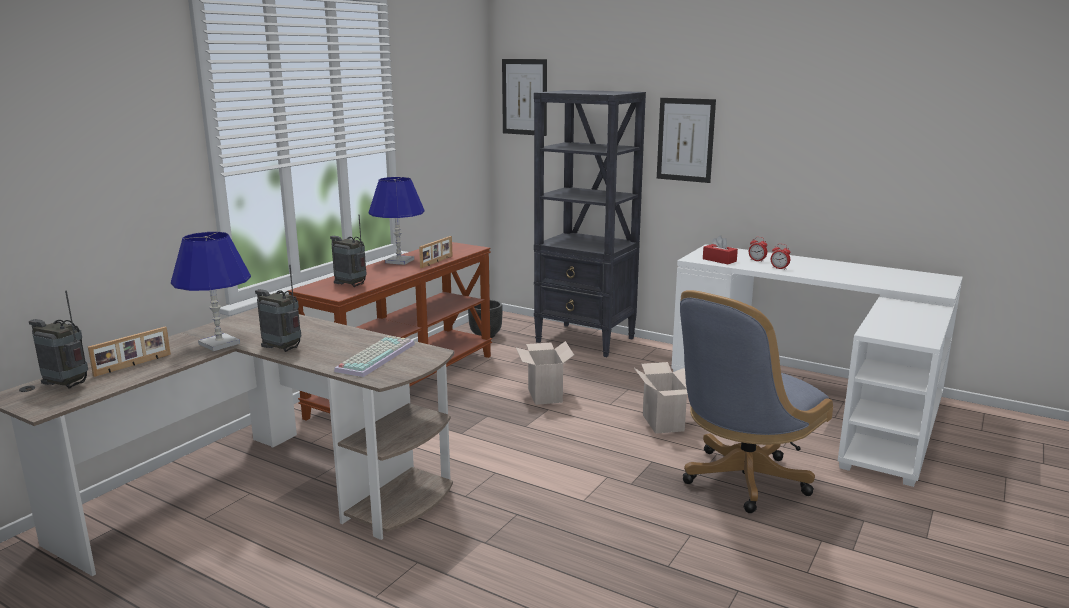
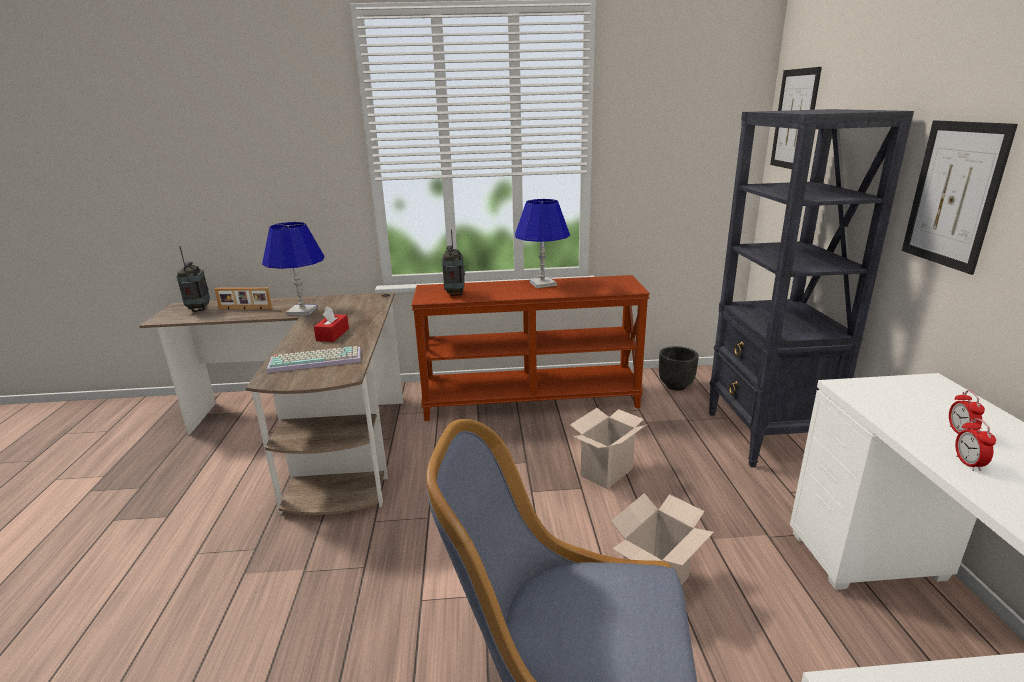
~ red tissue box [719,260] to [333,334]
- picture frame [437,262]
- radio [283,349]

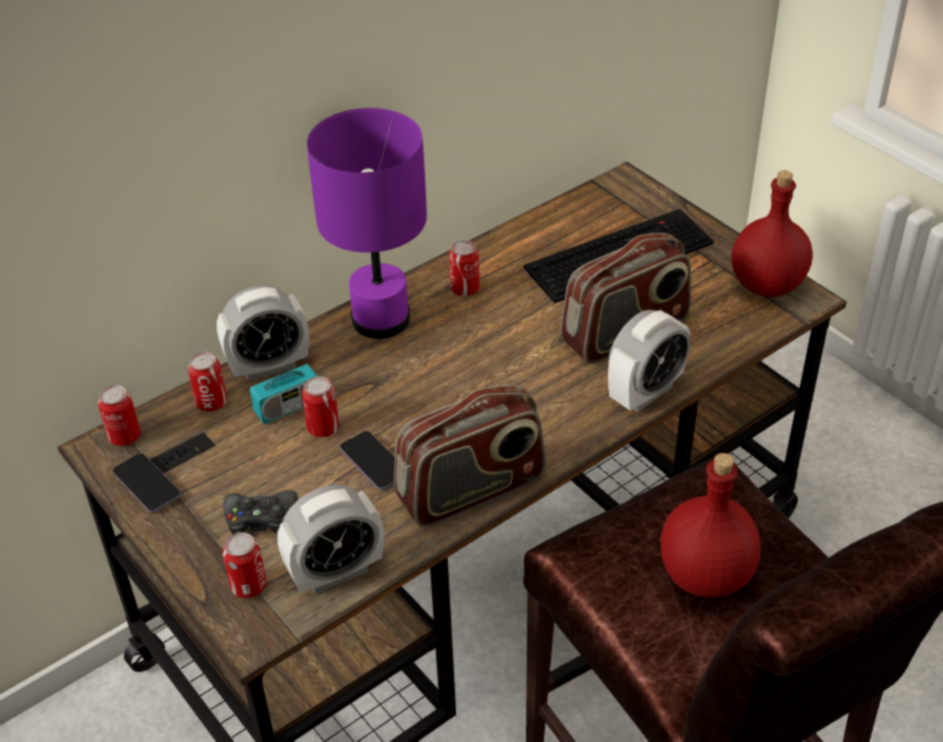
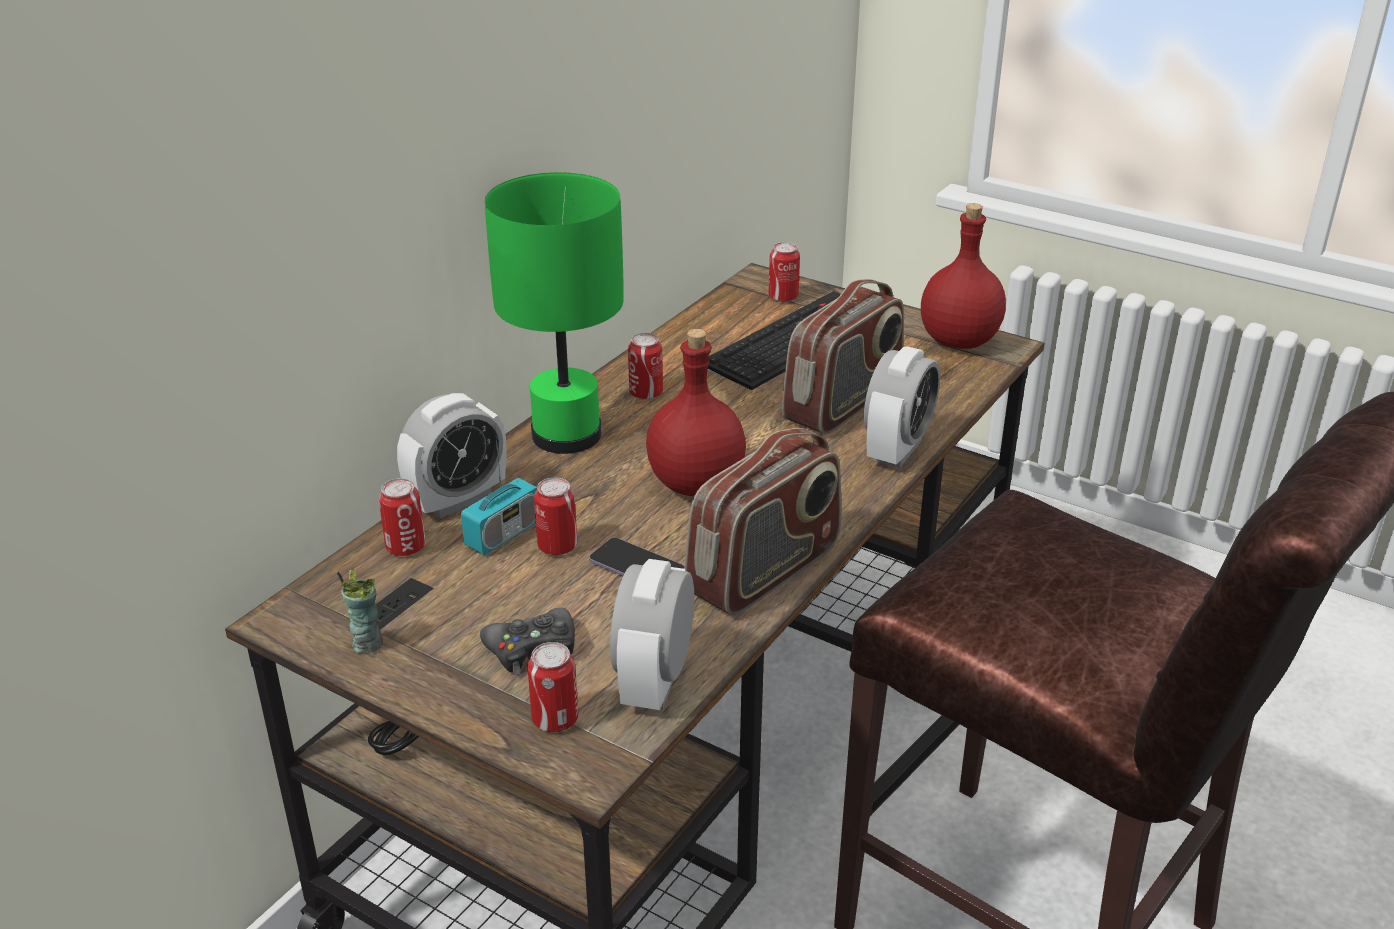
~ purple table lamp [379,320] to green table lamp [565,436]
~ can [124,436] to [783,297]
~ phone [147,485] to cup [367,643]
~ red bottle [707,575] to [697,483]
~ alarm clock [336,572] = [654,682] 150 degrees clockwise

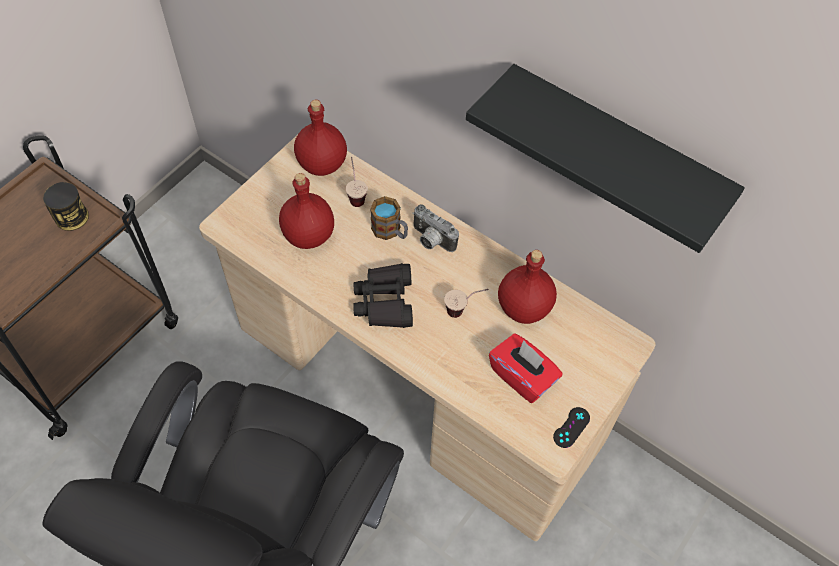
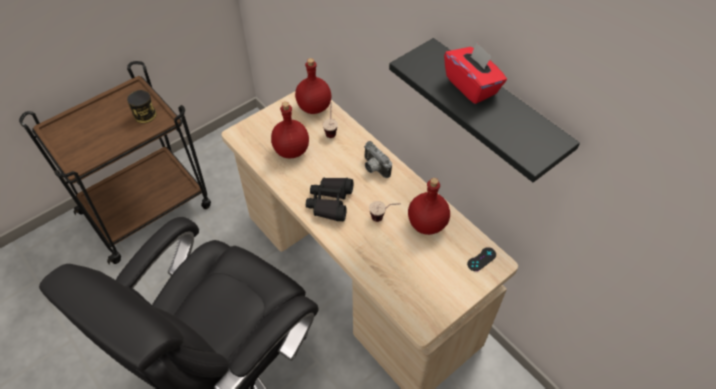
- mug [390,231]
~ red tissue box [522,377] to [471,86]
~ black game controller [571,427] to [481,259]

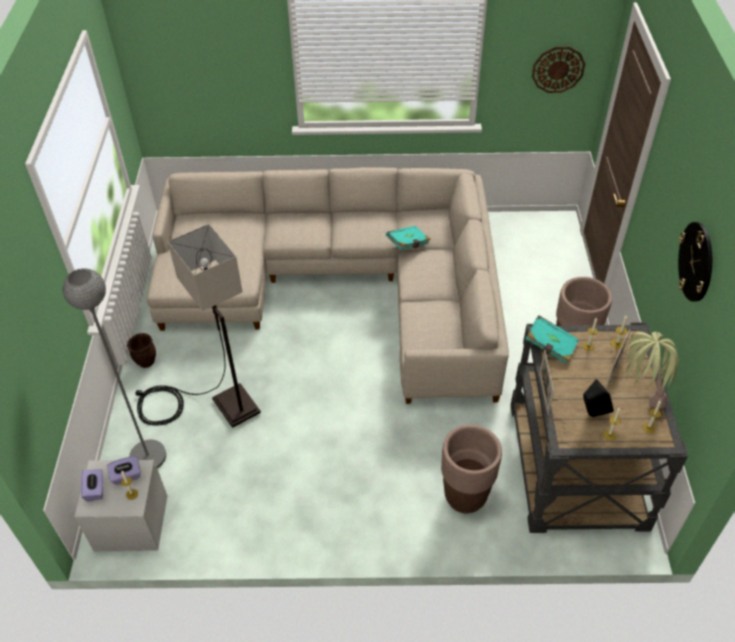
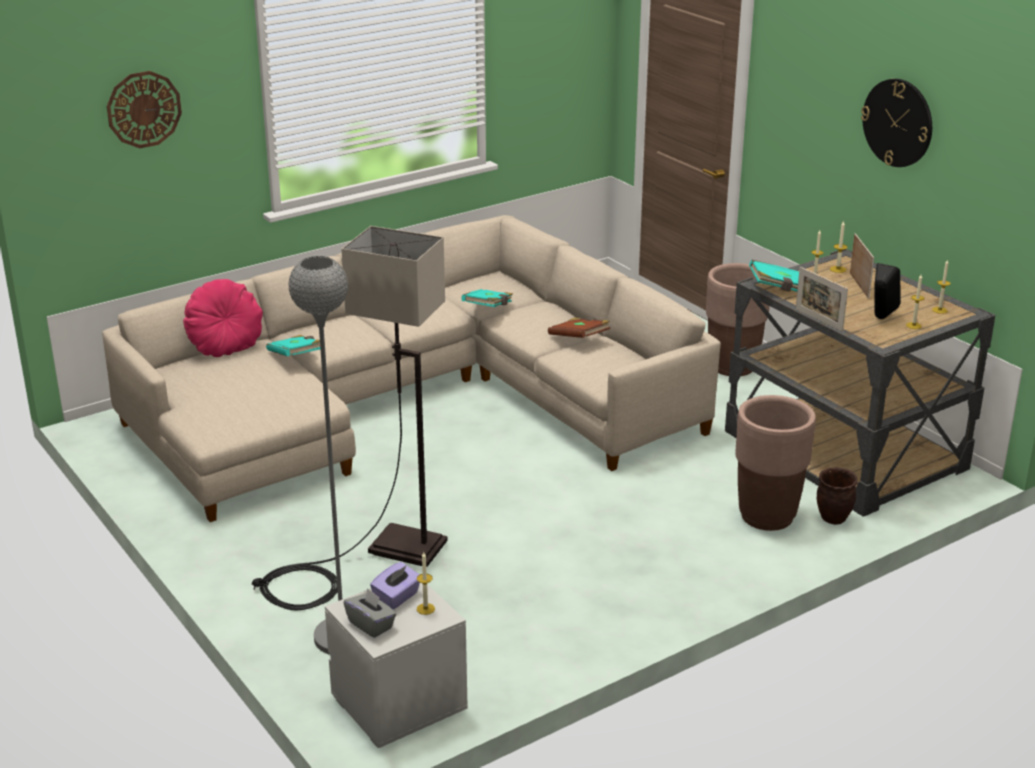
~ wall clock [558,69] to [144,109]
- potted plant [638,395]
~ brown planter [146,362] to [832,518]
~ purple tissue box [95,490] to grey tissue box [371,625]
+ pink pillow [226,350]
+ brown book [579,338]
+ turquoise book [295,357]

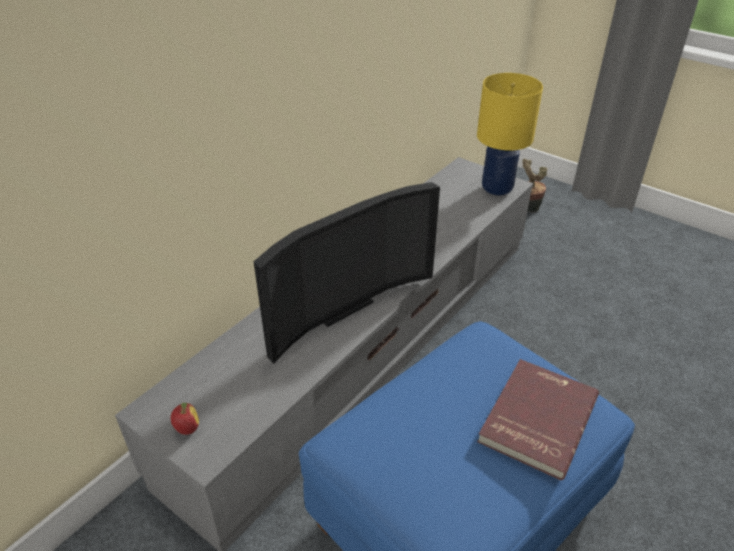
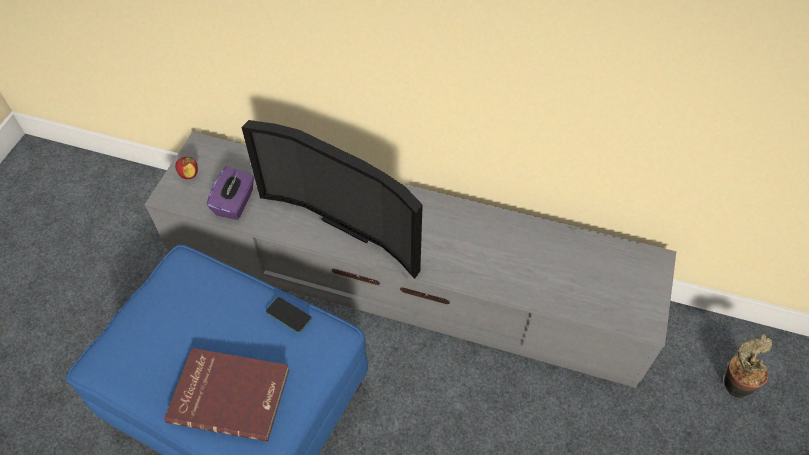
- yellow table lamp [497,190]
+ purple tissue box [235,203]
+ phone [288,315]

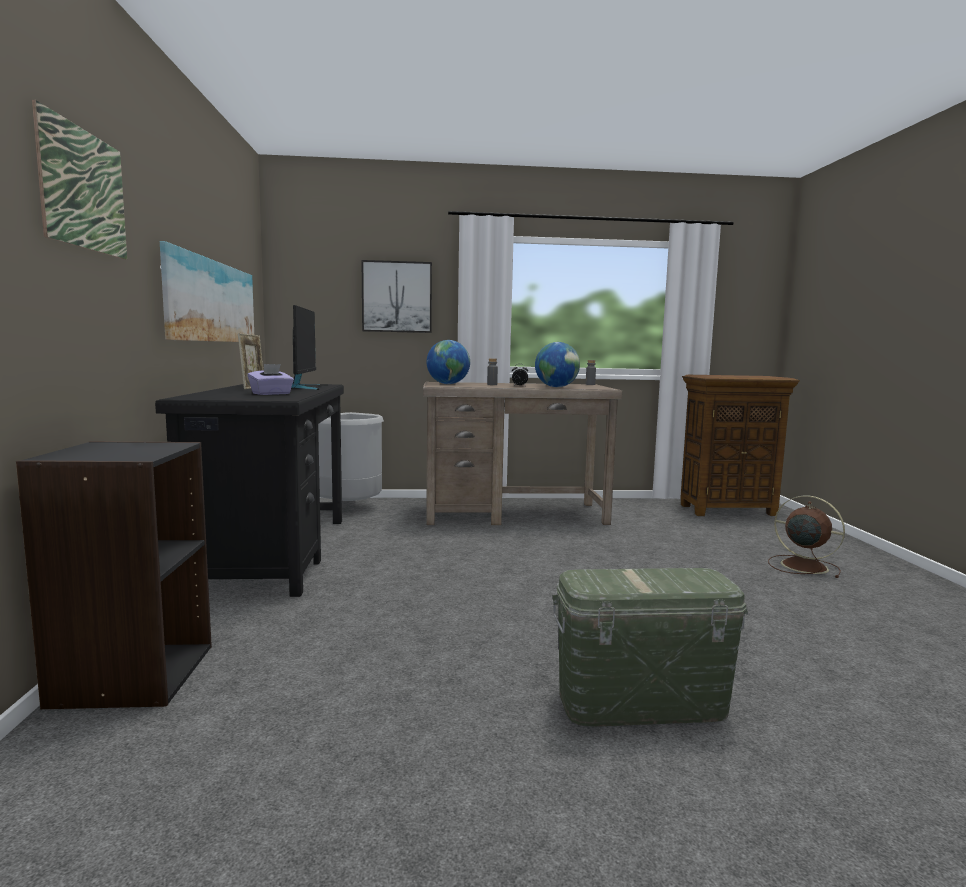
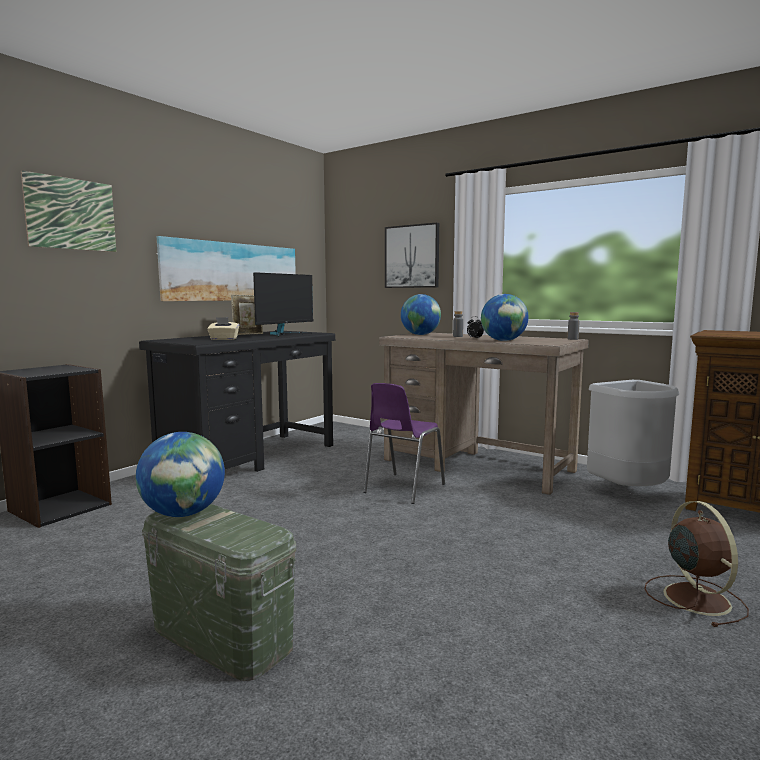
~ purple tissue box [271,394] to beige tissue box [223,339]
~ grey trash can [352,508] to [628,493]
+ purple chair [402,489]
+ globe [184,514]

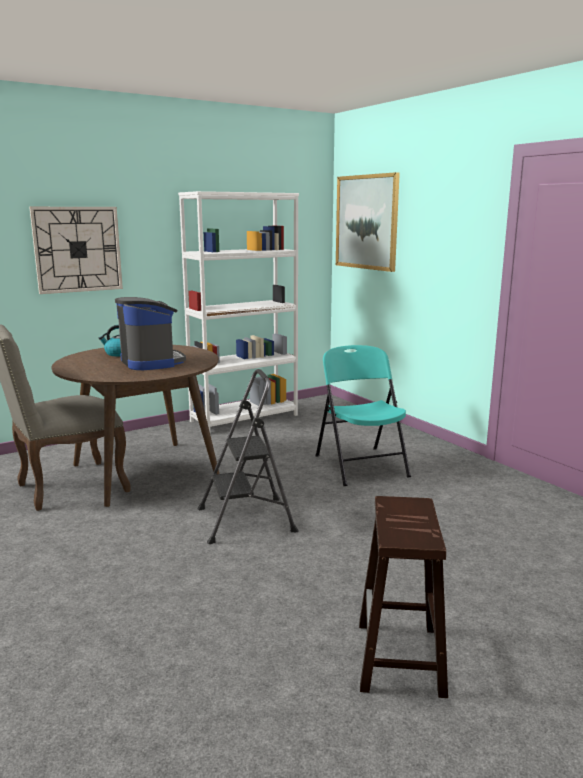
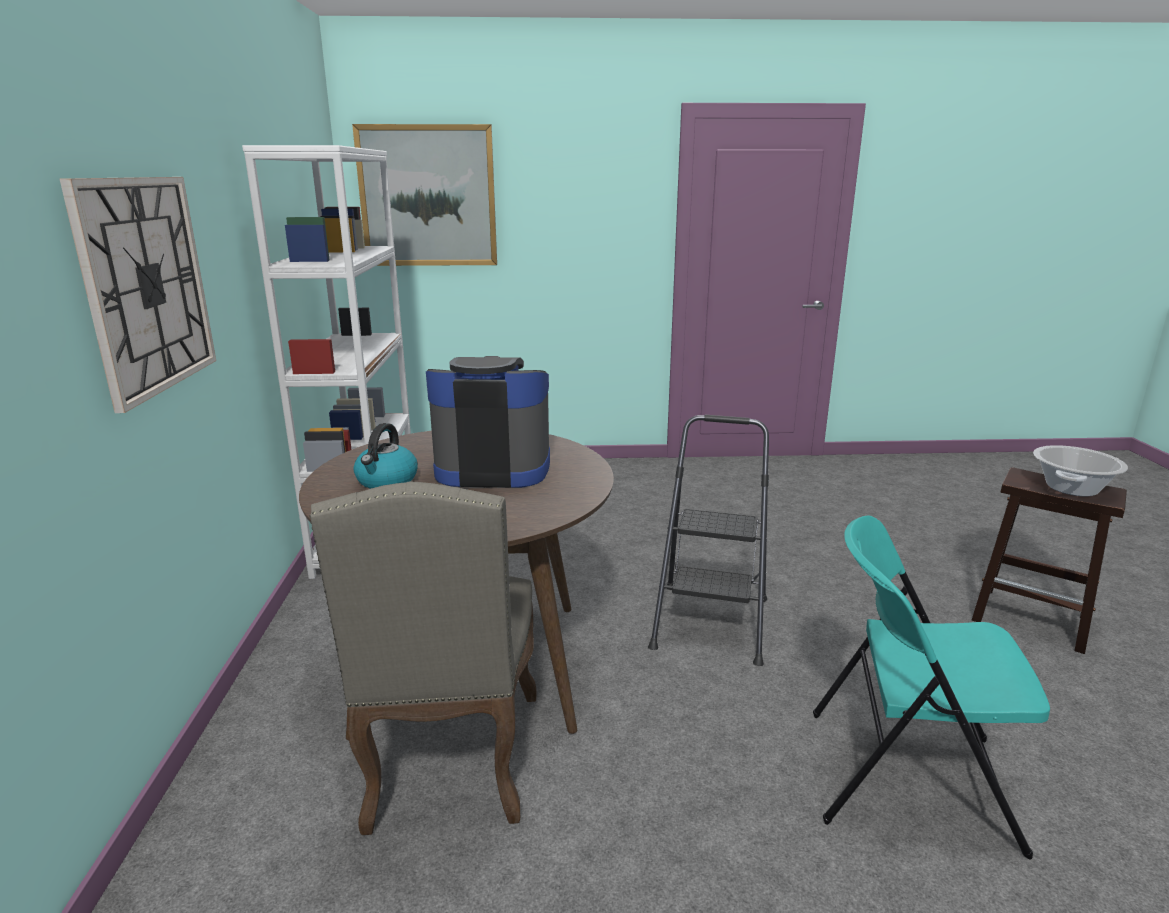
~ turquoise chair [361,466] to [908,776]
+ cooking pot [1071,488]

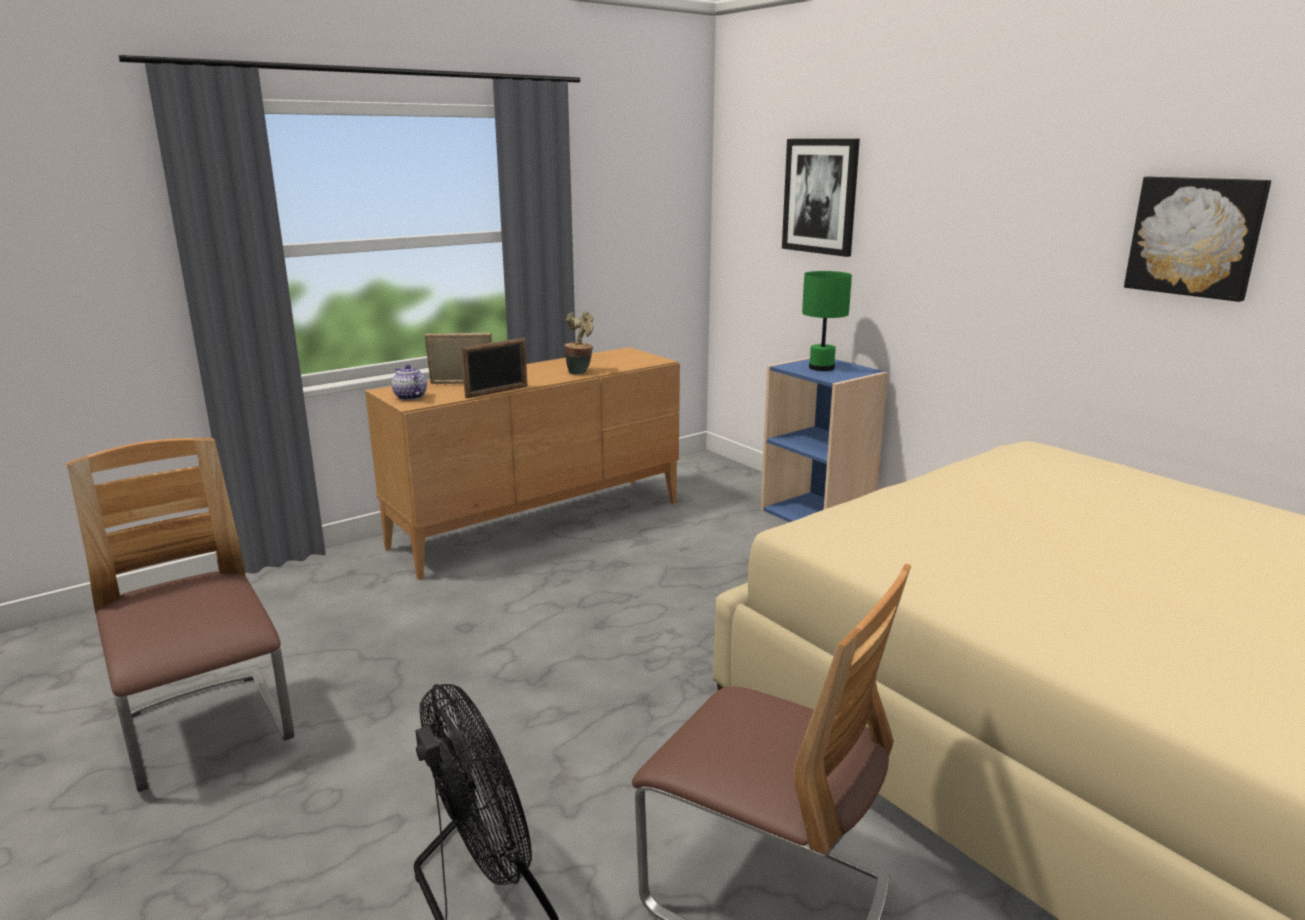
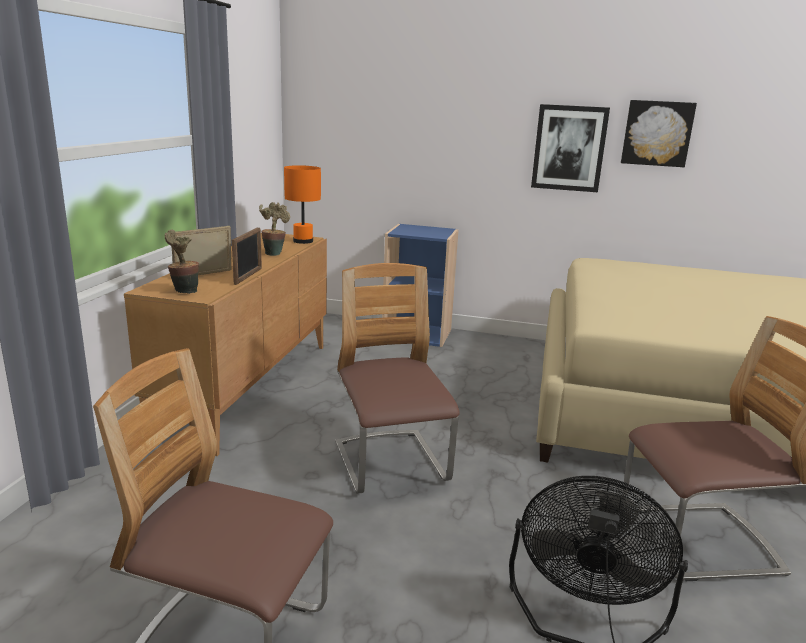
~ picture [820,196] to [569,148]
- green table lamp [822,368]
~ teapot [409,397] to potted plant [183,291]
+ orange table lamp [303,241]
+ chair [390,464]

